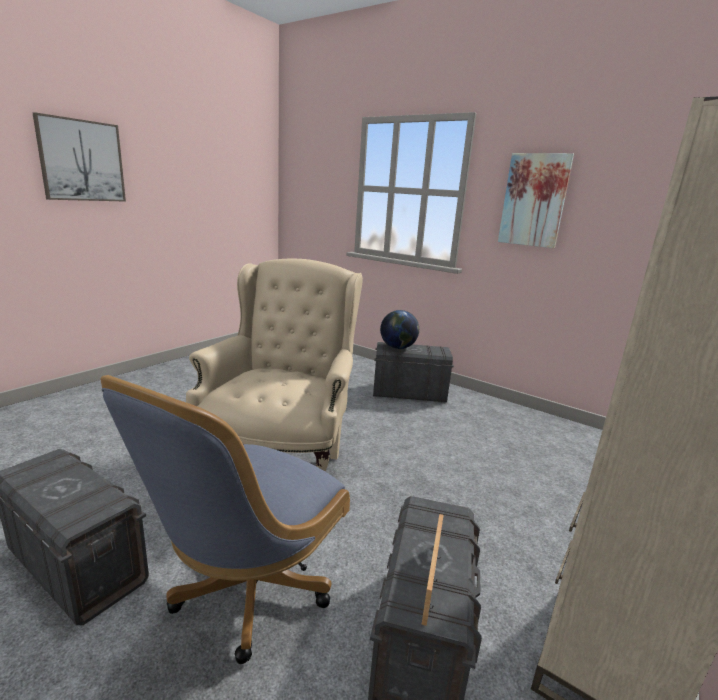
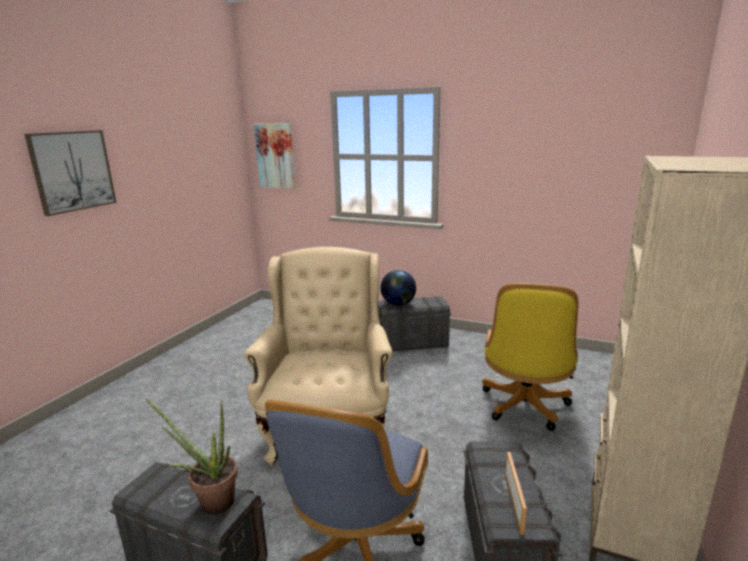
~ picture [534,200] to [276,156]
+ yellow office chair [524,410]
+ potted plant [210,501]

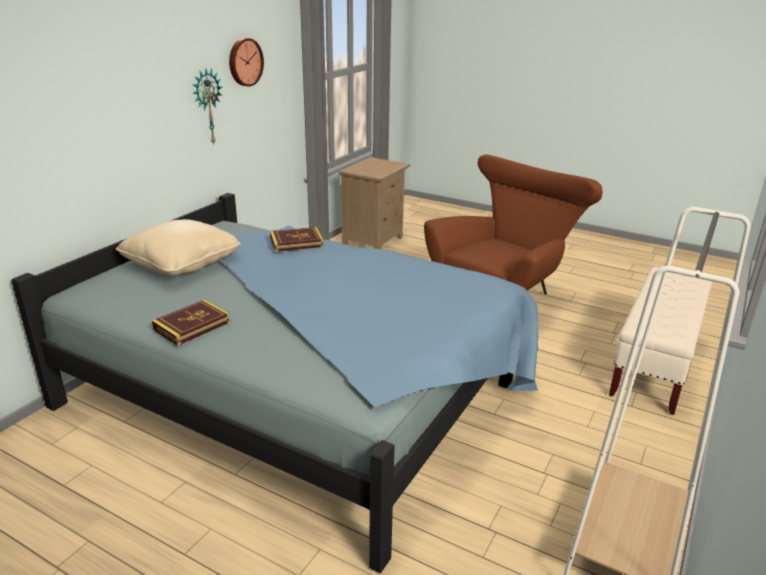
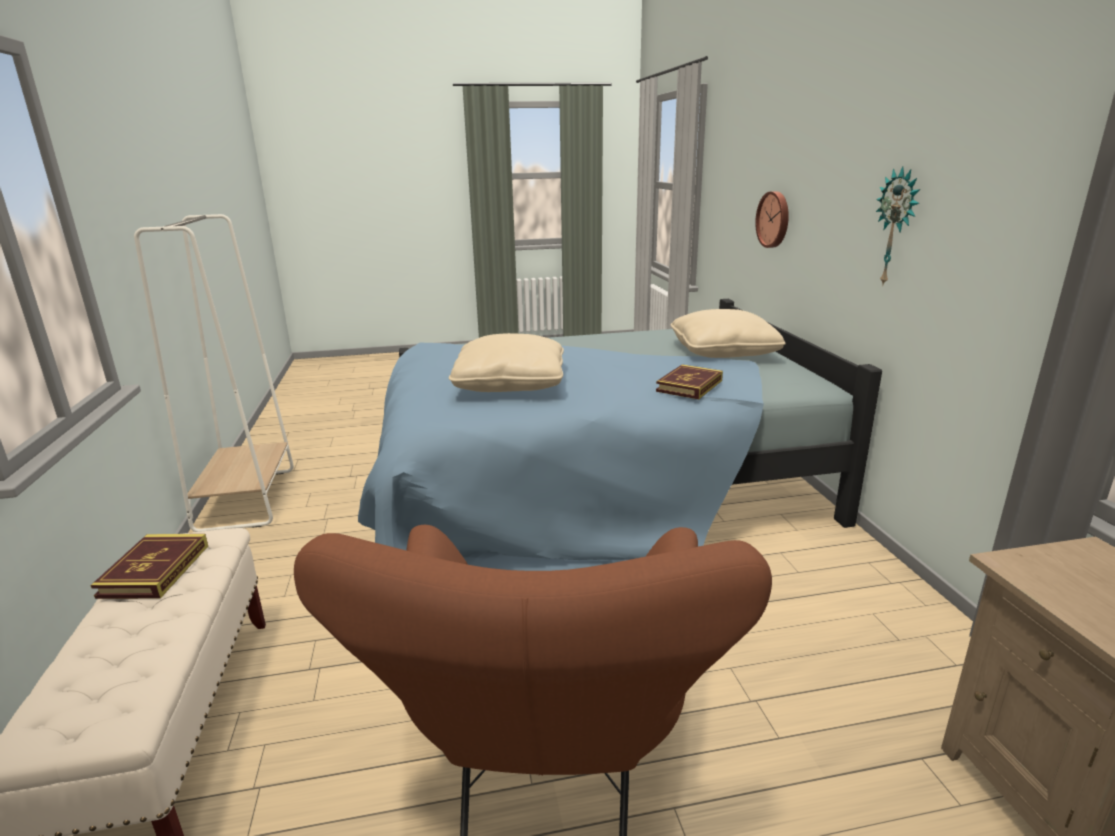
~ wall clock [244,62] to [774,219]
~ book [192,326] to [155,570]
+ beige pillow [510,384]

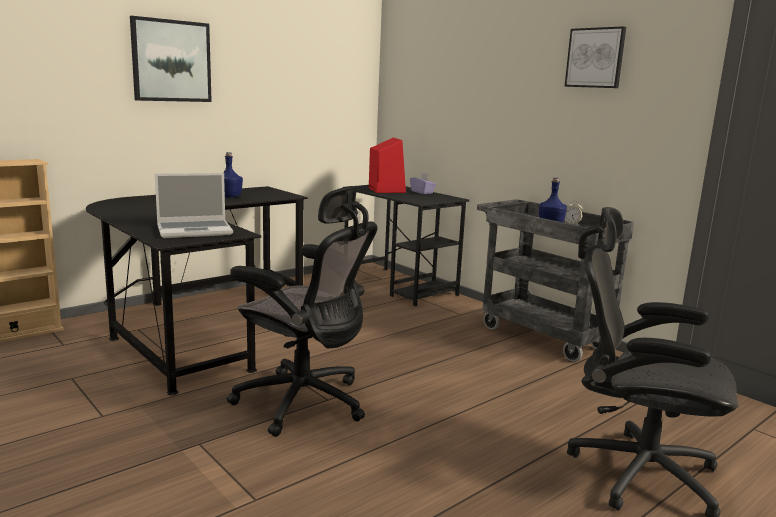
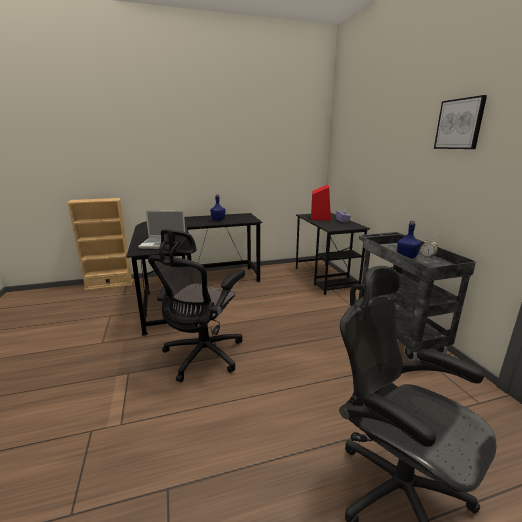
- picture [171,61]
~ office chair [303,402] = [203,355] 60 degrees clockwise

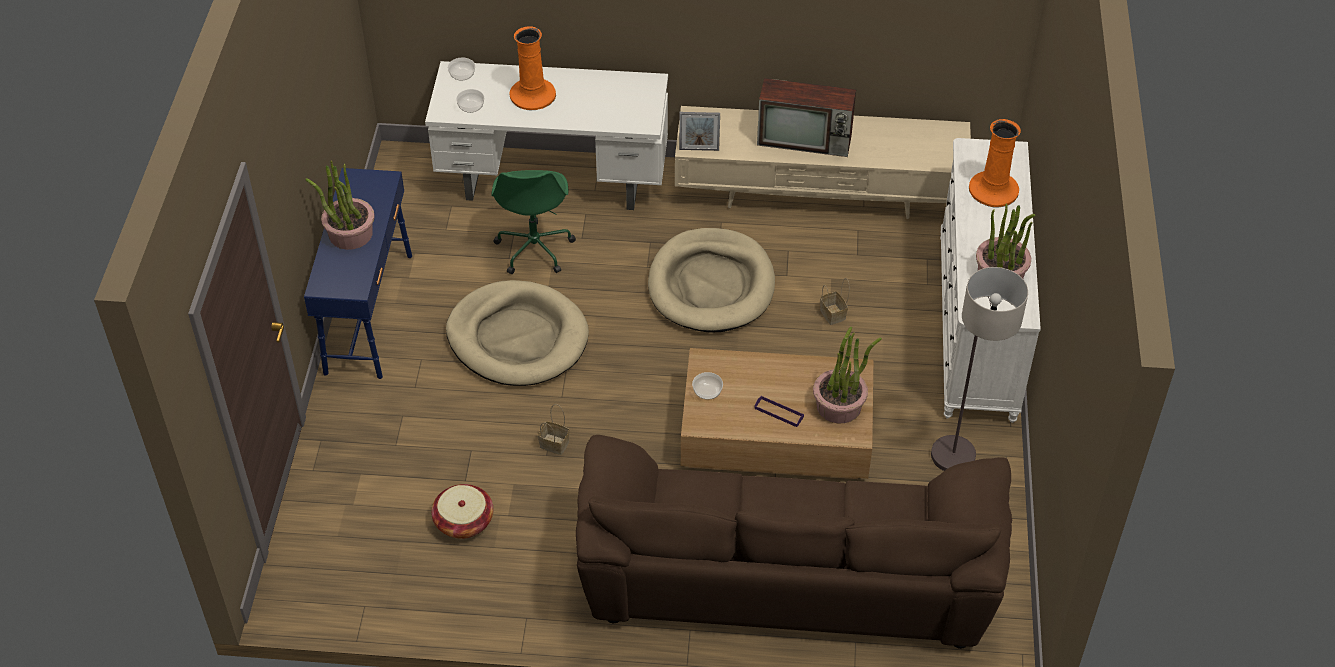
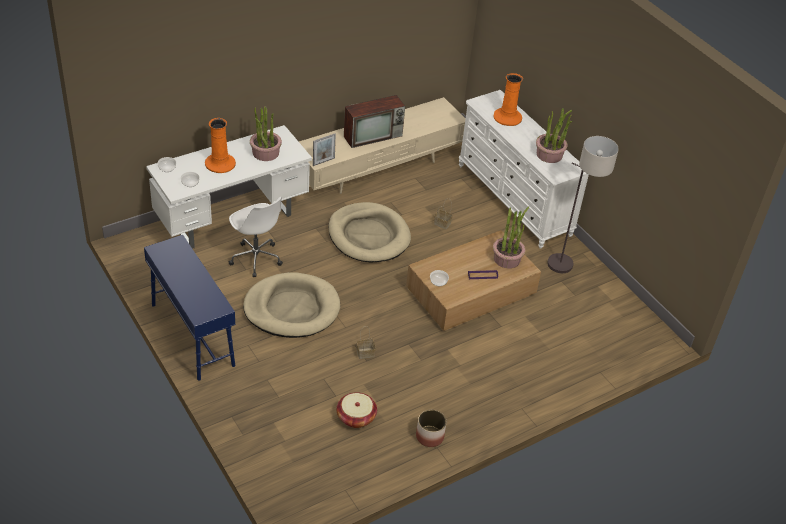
~ potted plant [350,234] to [265,153]
~ green office chair [534,251] to white office chair [257,260]
- brown sofa [787,585]
+ planter [429,437]

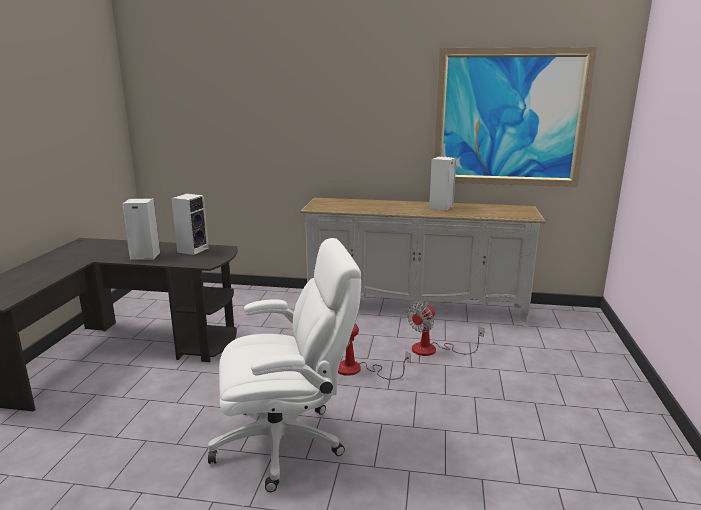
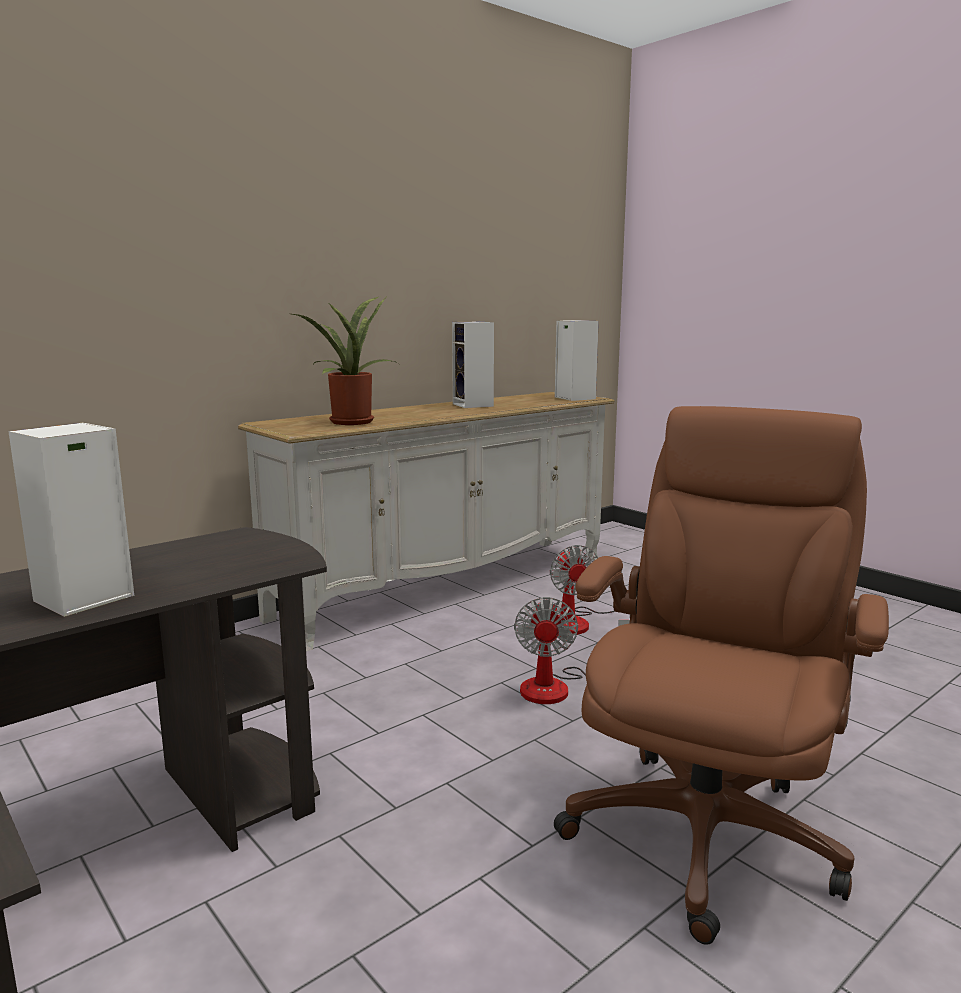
- picture [509,118]
~ speaker [193,250] to [573,398]
~ white office chair [288,443] to brown office chair [709,826]
+ potted plant [349,421]

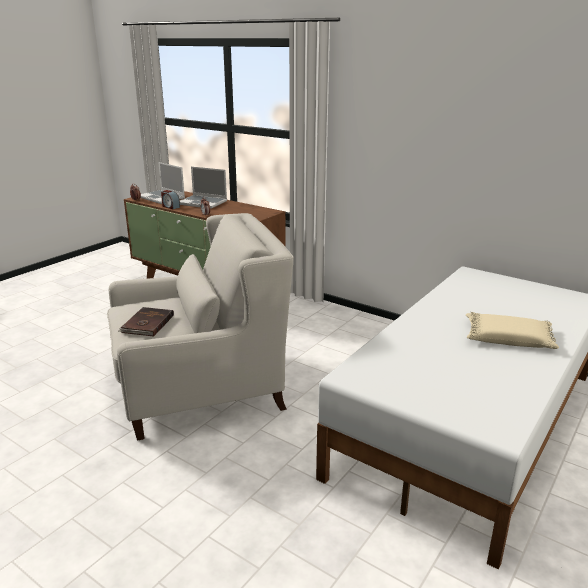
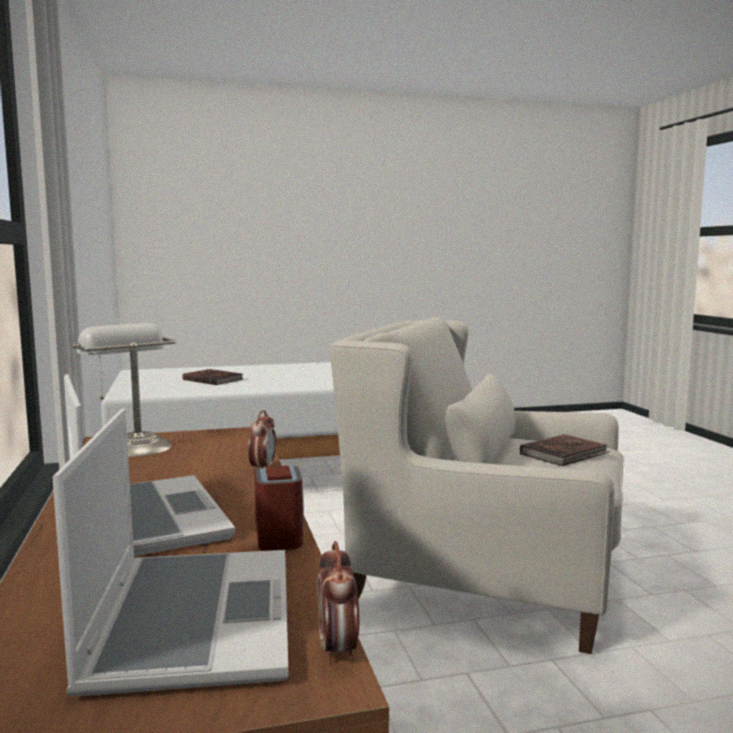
- beige pillow [508,336]
+ white table lamp [131,445]
+ brown book [213,379]

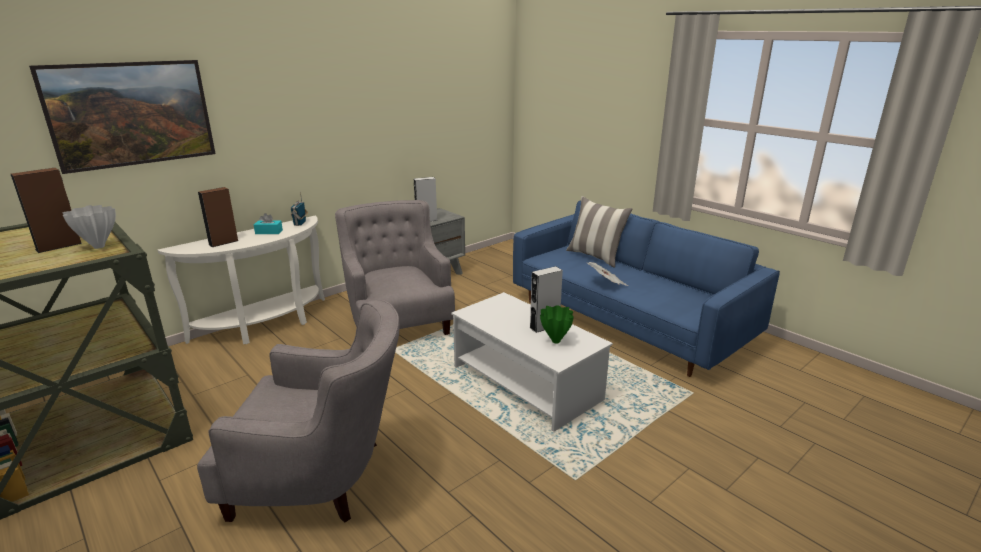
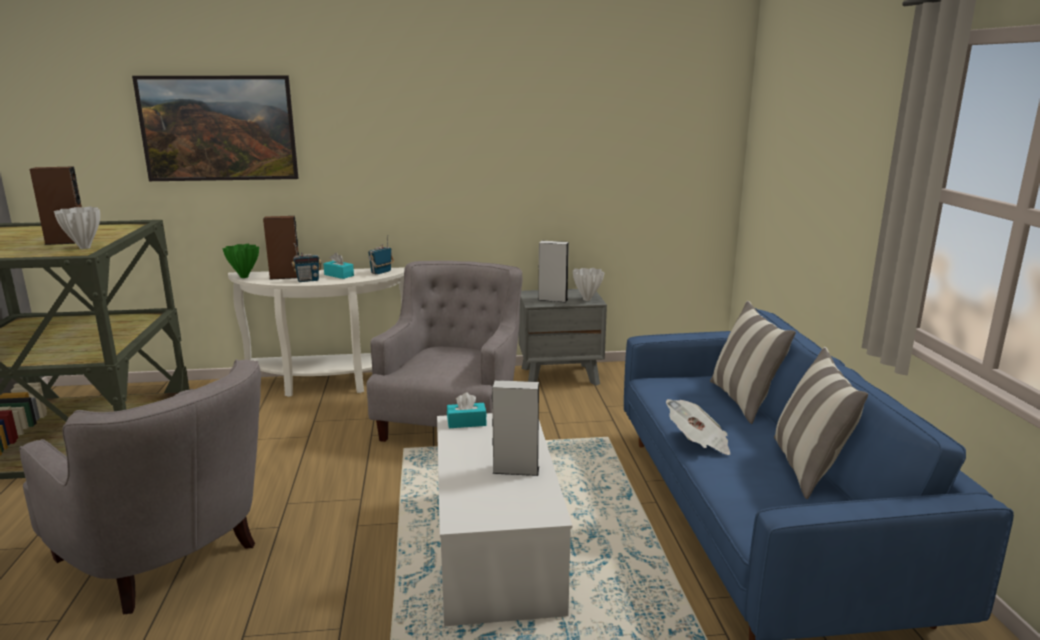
~ green vase [555,341] to [244,277]
+ radio [308,280]
+ white vase [587,300]
+ pillow [808,468]
+ turquoise tissue box [466,422]

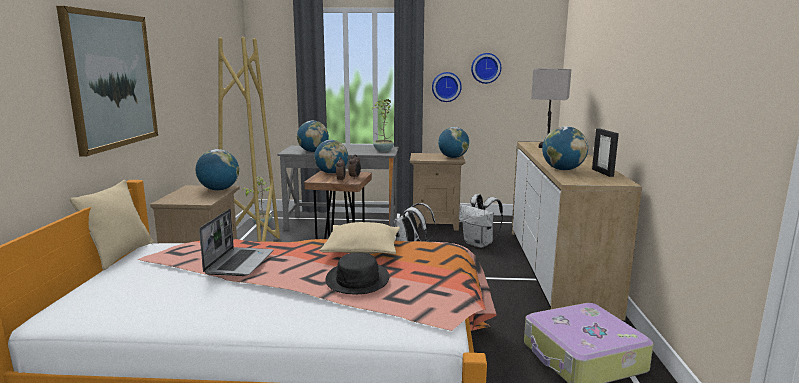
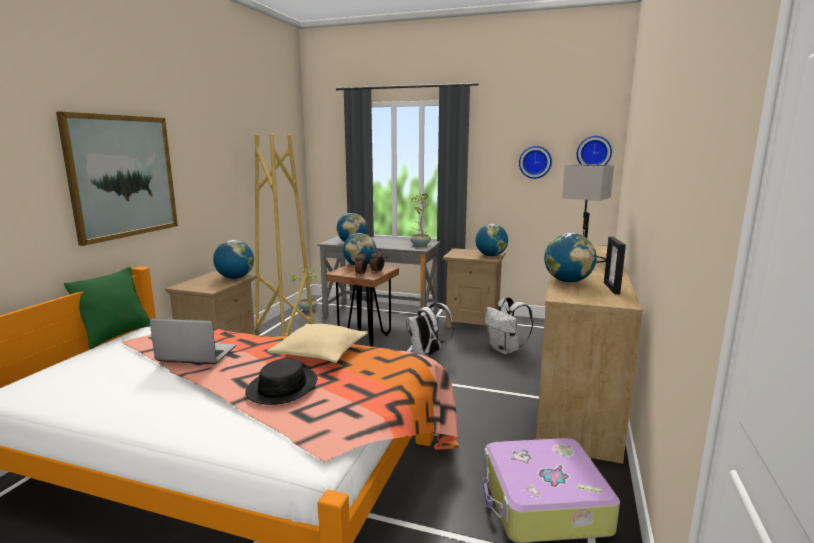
~ wall clock [446,87] to [593,152]
~ beige pillow [121,255] to green pillow [116,335]
~ laptop [239,262] = [195,355] 105 degrees counterclockwise

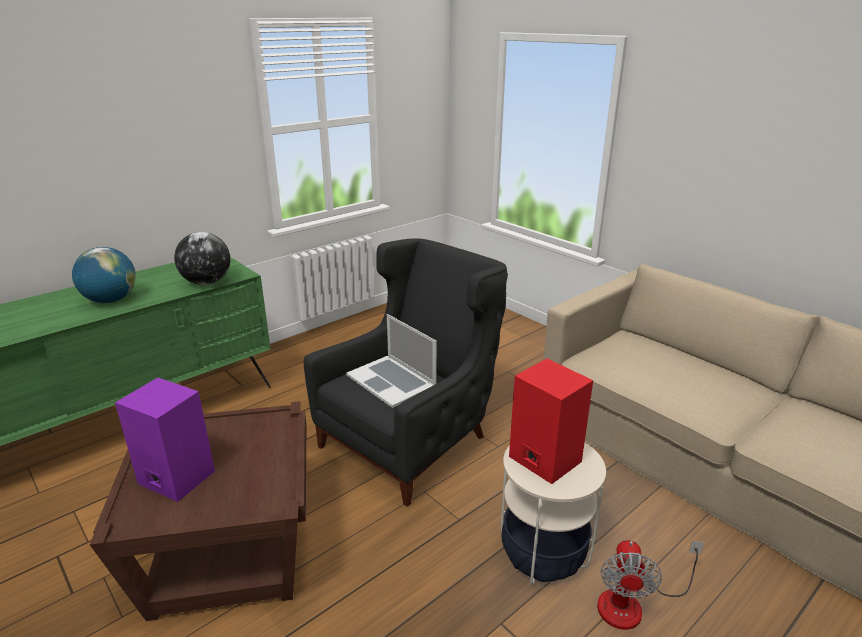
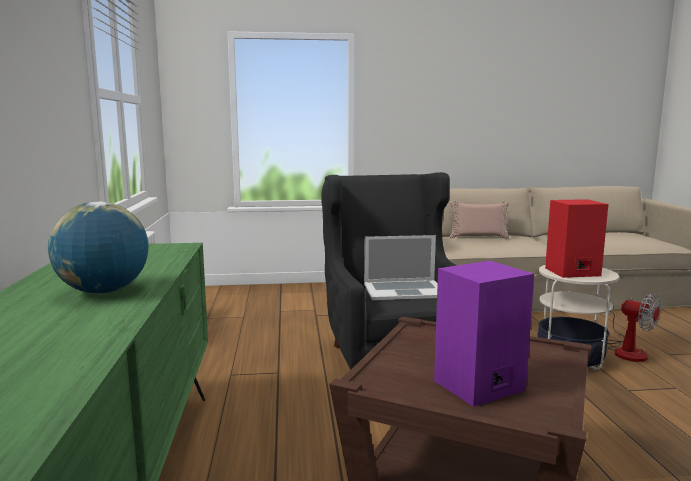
- globe [207,282]
+ beige pillow [478,237]

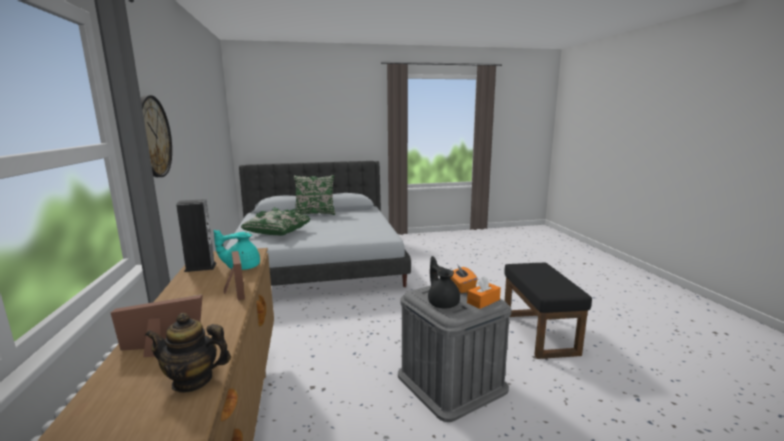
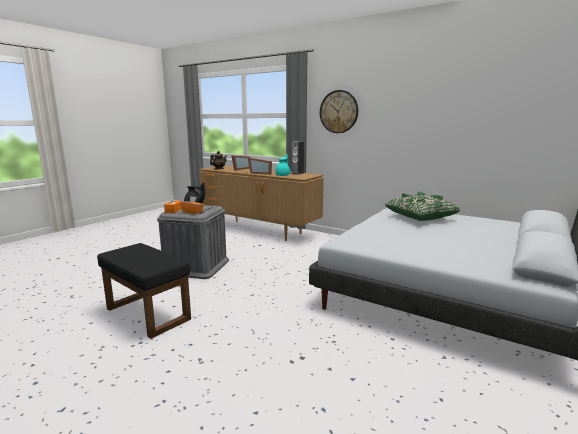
- green pillow [315,214]

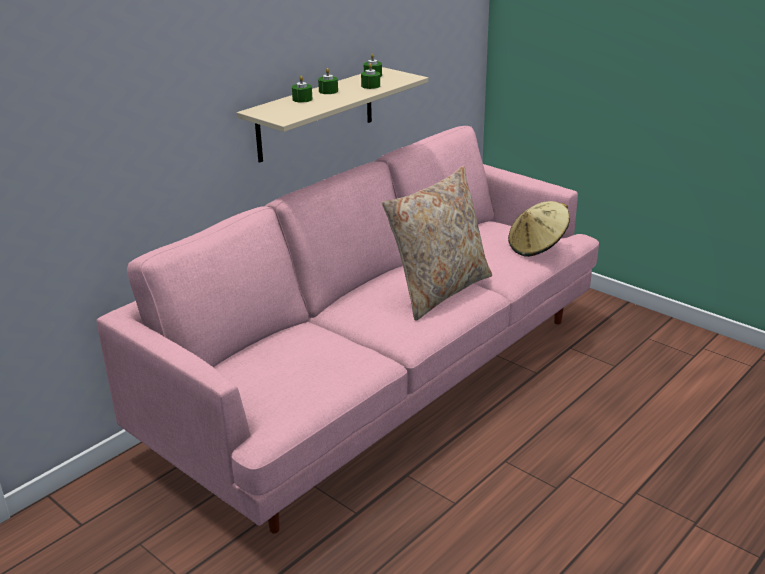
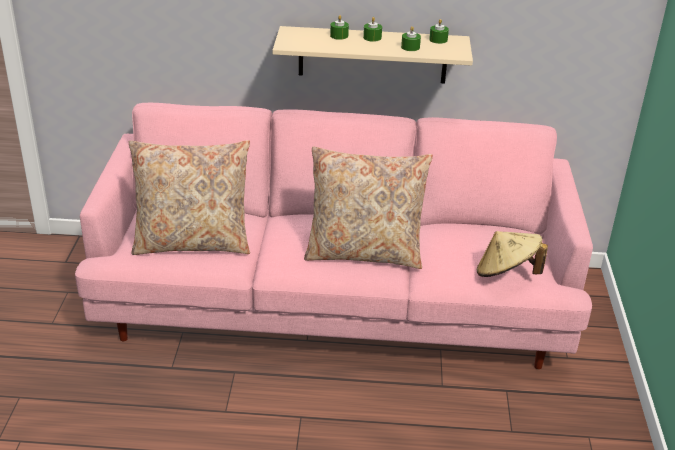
+ beige pillow [193,242]

